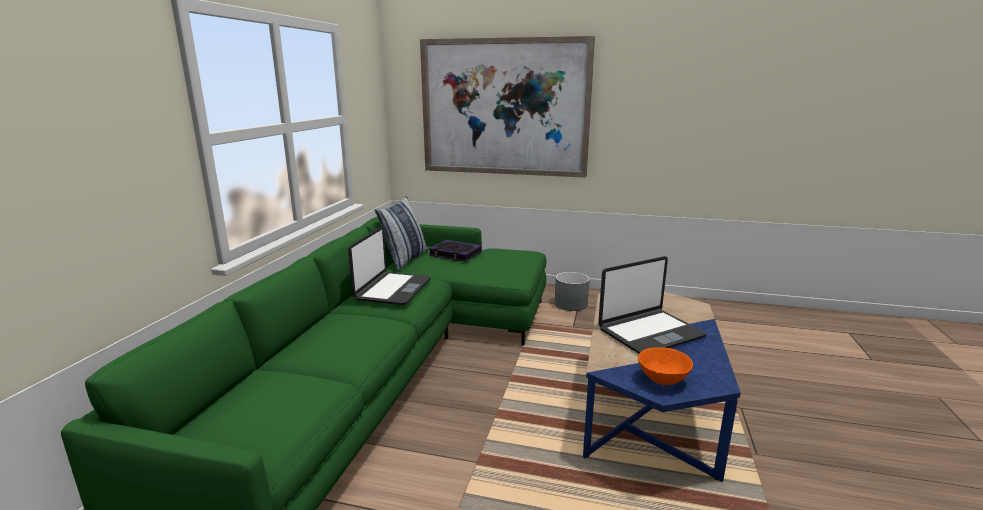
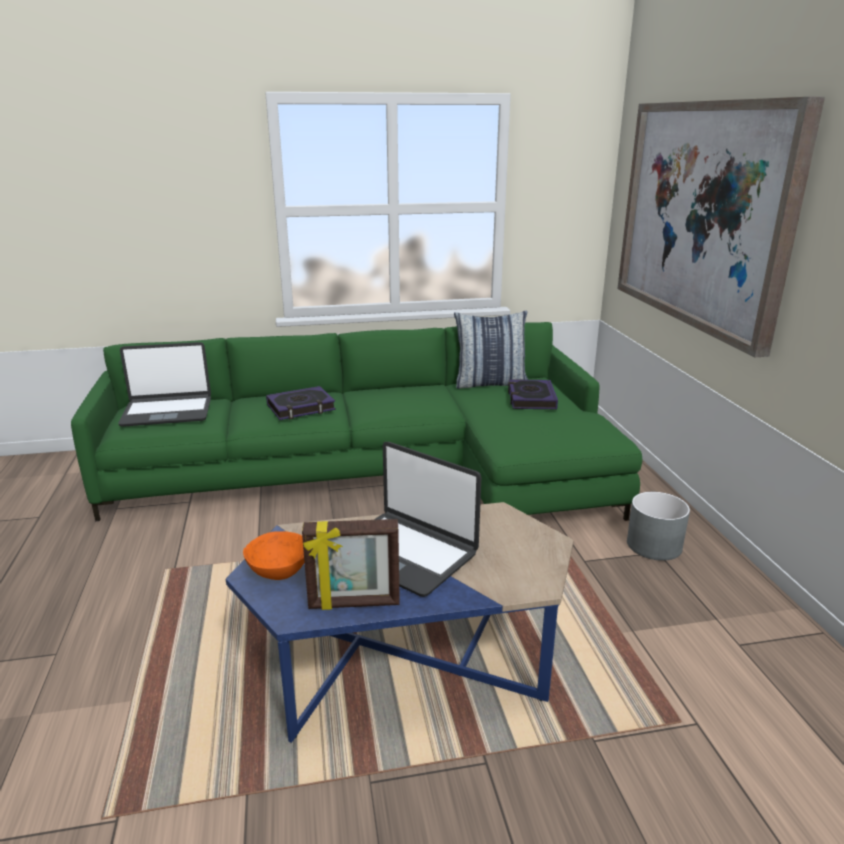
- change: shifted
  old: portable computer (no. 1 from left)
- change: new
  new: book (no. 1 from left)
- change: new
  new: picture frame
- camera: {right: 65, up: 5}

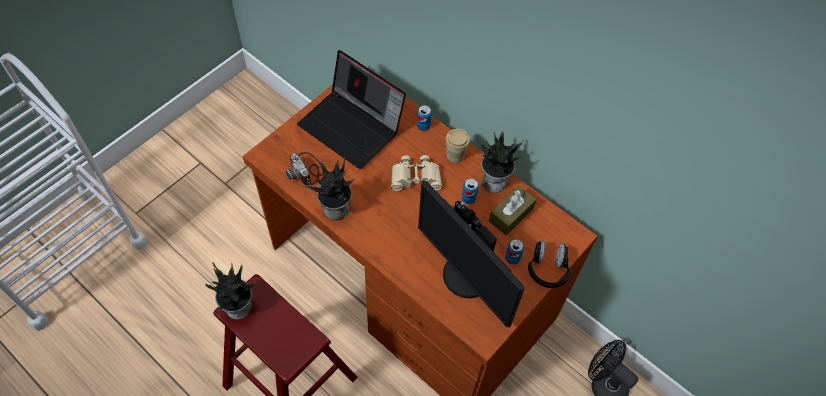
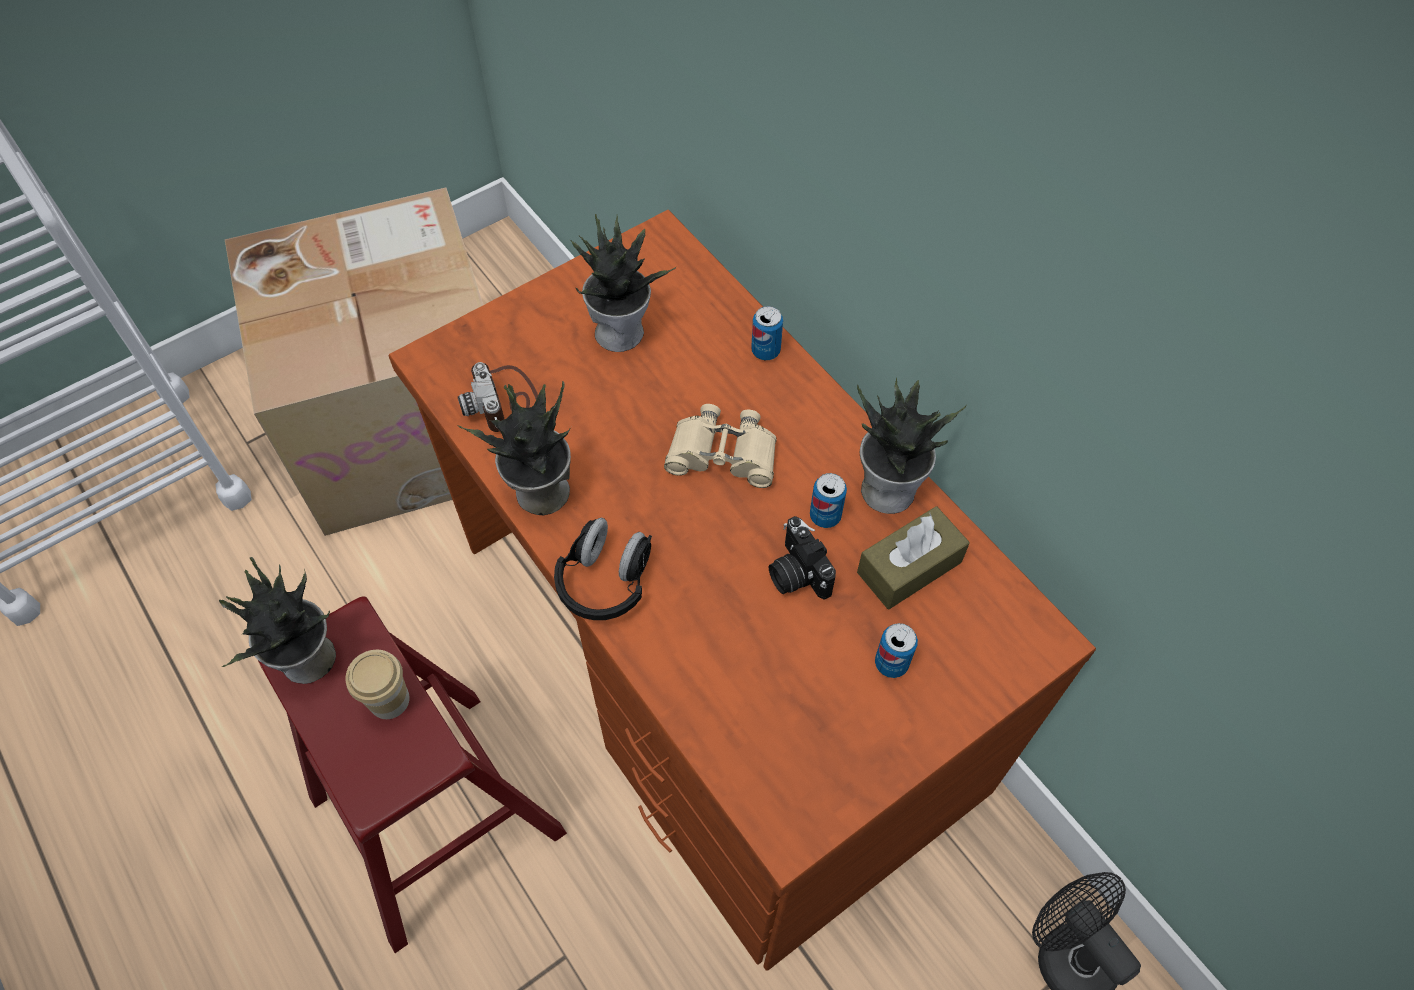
- change: swapped
  old: portable computer
  new: potted plant (no. 3 from left)
- change: gone
  old: computer screen
- change: shifted
  old: cup
- change: shifted
  old: headset (black)
- change: new
  new: carton
- camera: {right: 15, up: 0}

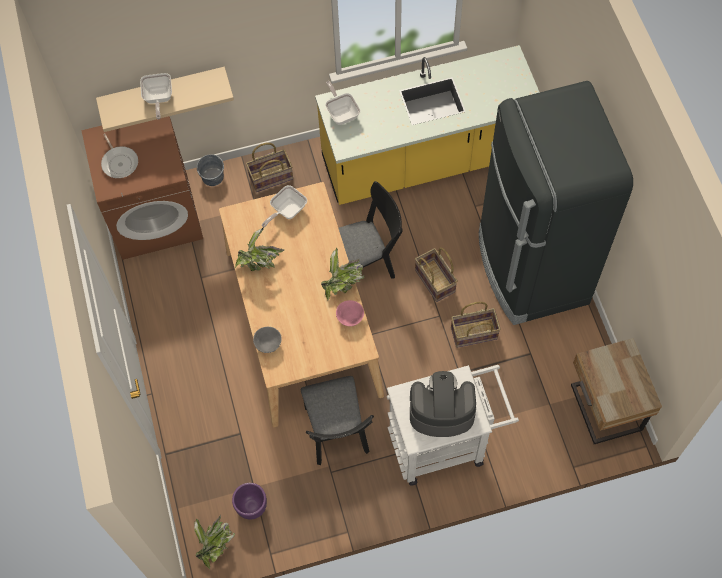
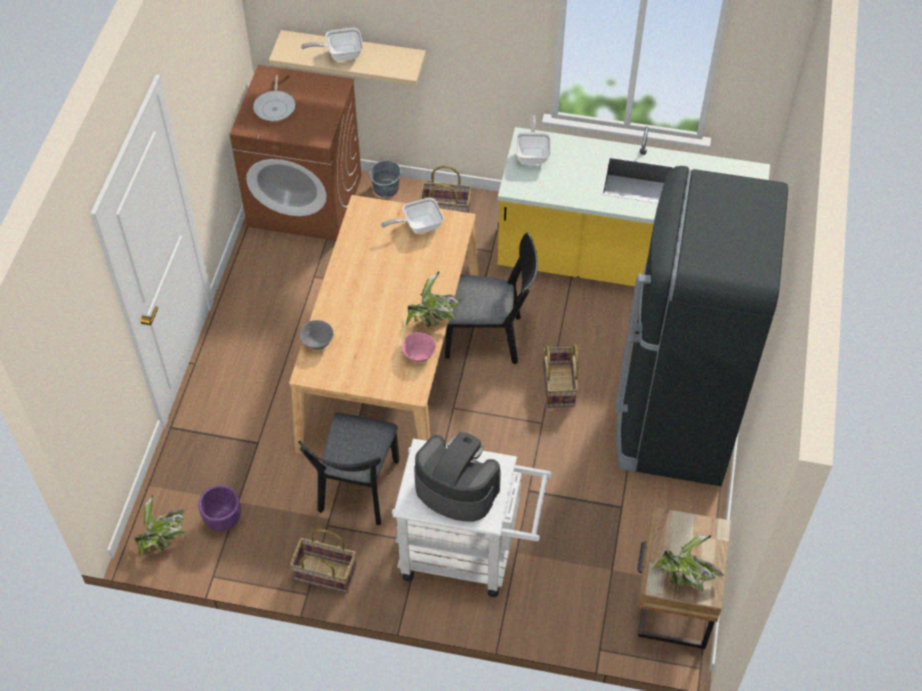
- change: rotated
  old: frying pan (no. 2 from left)
  degrees: 60
- change: shifted
  old: potted plant (no. 2 from left in the first image)
  new: potted plant (no. 3 from left)
- change: shifted
  old: storage basket (no. 3 from left in the first image)
  new: storage basket (no. 1 from left)
- camera: {right: 25, up: -10}

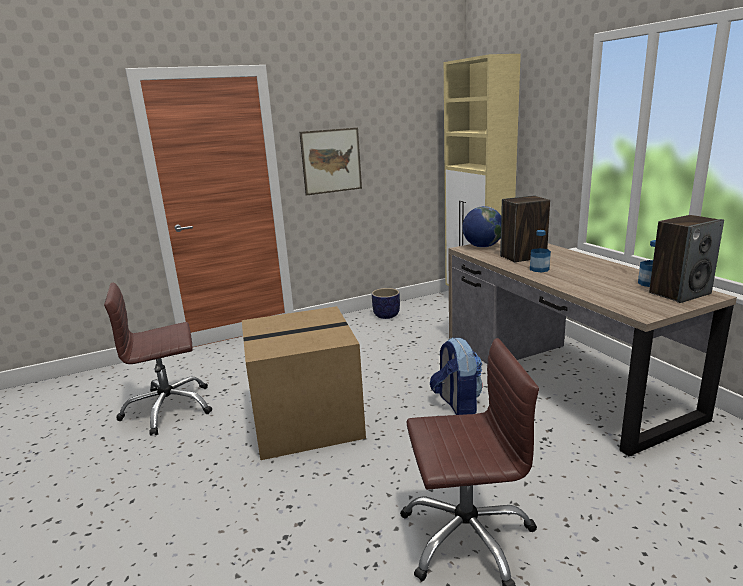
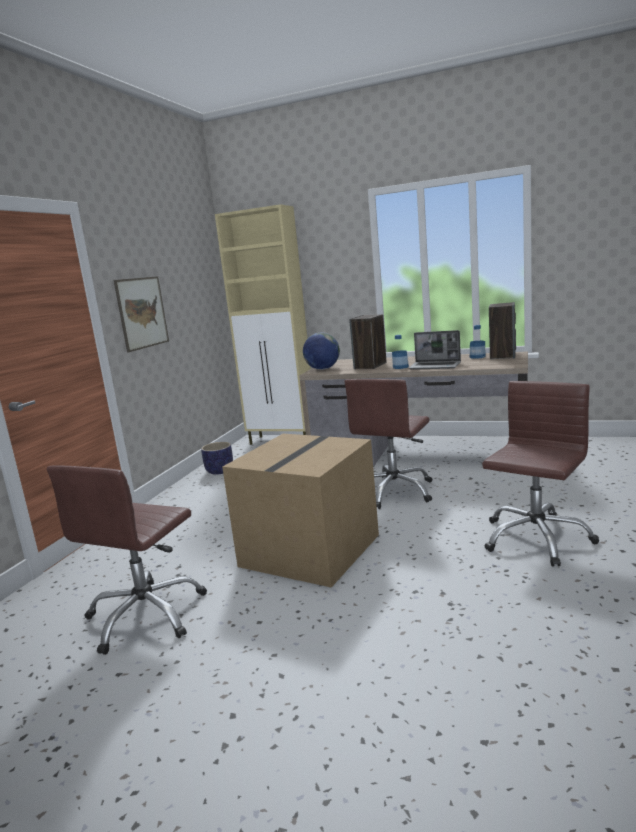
- change: swapped
  old: rucksack
  new: computer chair (brownish) (no. 2 from left)
- change: new
  new: portable computer
- camera: {right: -45, up: -5}

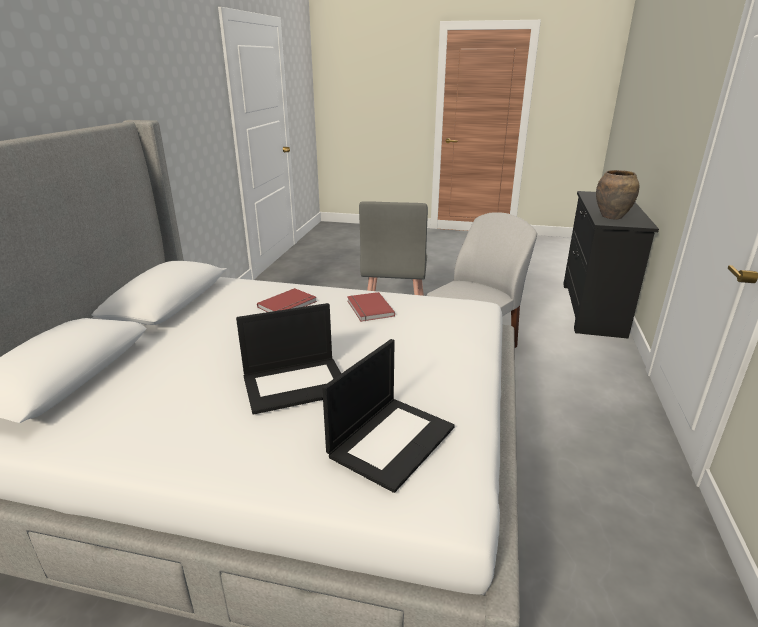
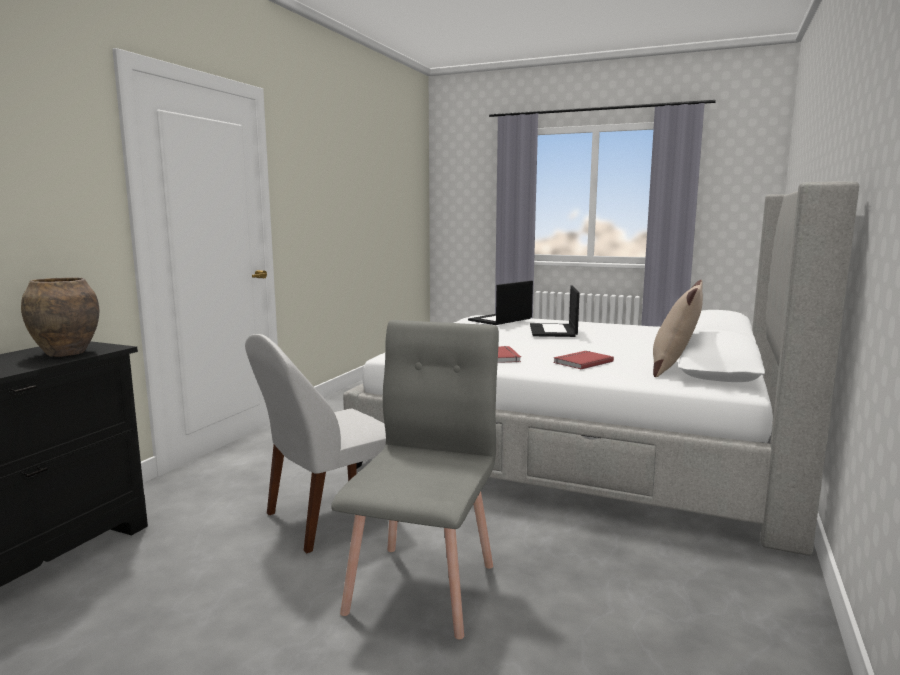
- change: rotated
  old: portable computer (no. 1 from left in the first image)
  degrees: -75
- change: new
  new: cushion (beige)
- camera: {right: -170, up: -15}

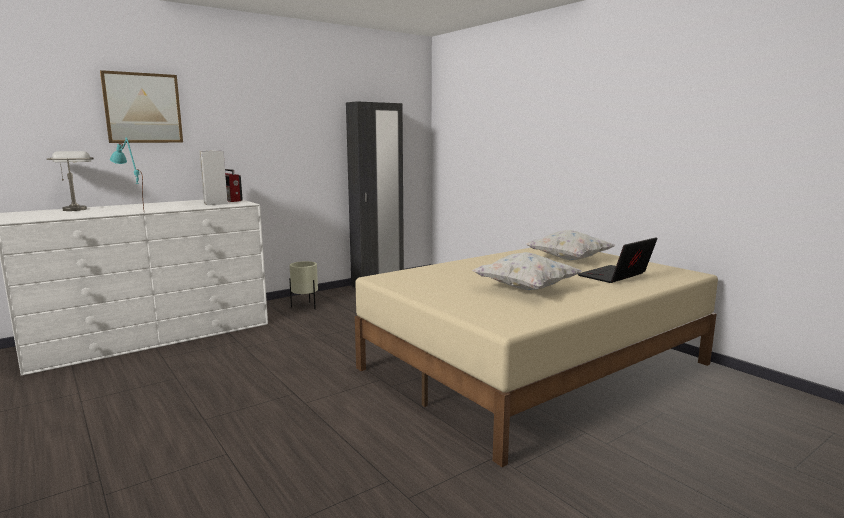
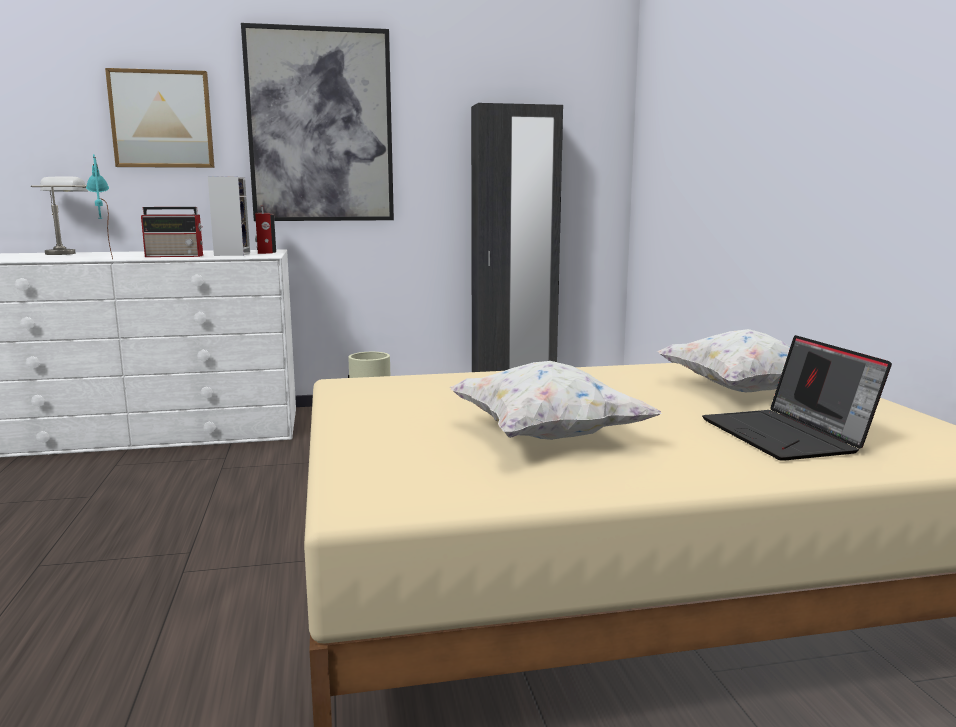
- change: rotated
  old: portable computer
  degrees: -90
- change: new
  new: radio set (no. 1 from left)
- change: new
  new: picture (no. 2 from left)
- camera: {right: 25, up: 0}

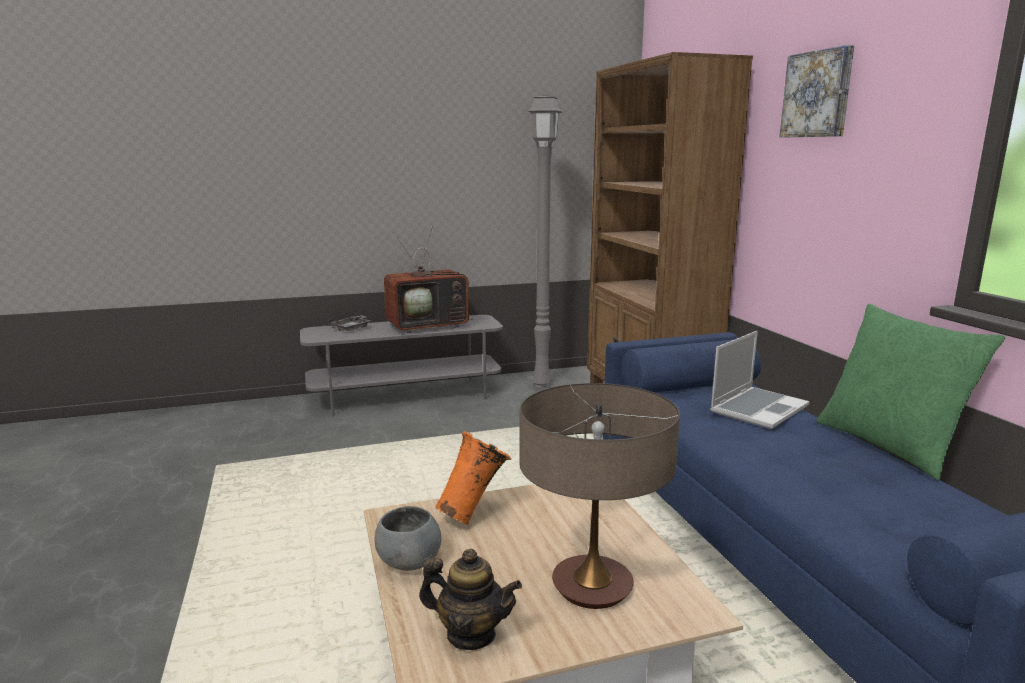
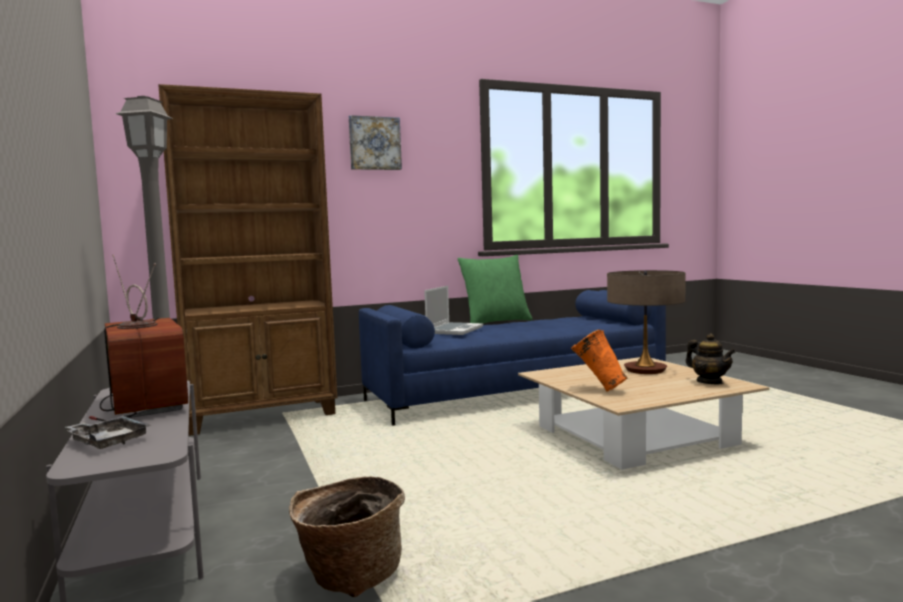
- change: gone
  old: bowl (gray)
- change: rotated
  old: teapot
  degrees: 135
- change: rotated
  old: portable computer
  degrees: 75
- change: new
  new: storage basket
- camera: {right: -95, up: -10}

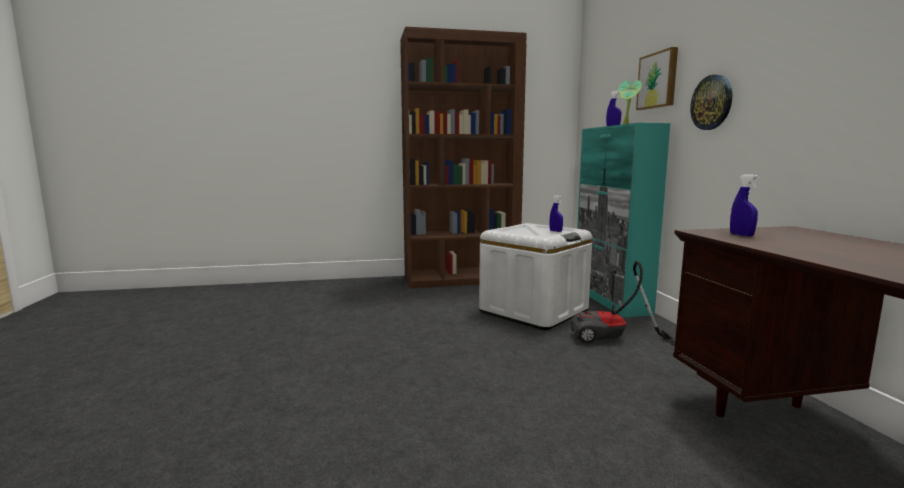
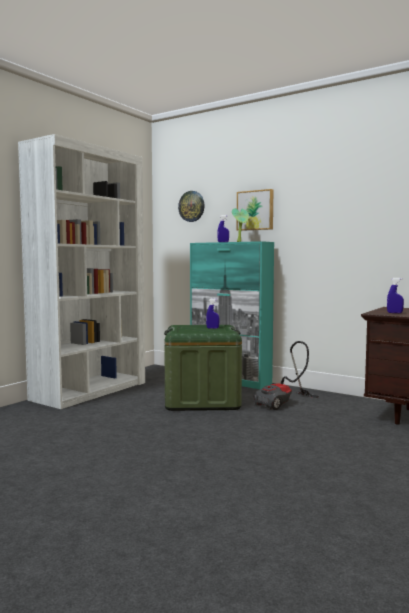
- change: repainted
  old: shelving unit (brownish)
  new: shelving unit (whitish)
- change: repainted
  old: storage box (whitish)
  new: storage box (greenish)
- change: shifted
  old: wall clock
- camera: {right: -45, up: -5}

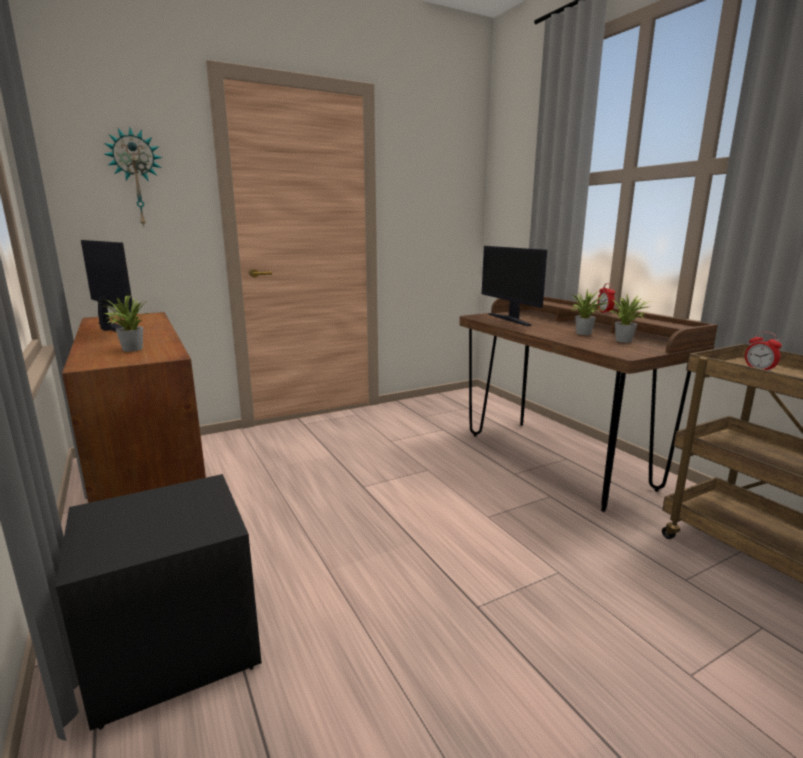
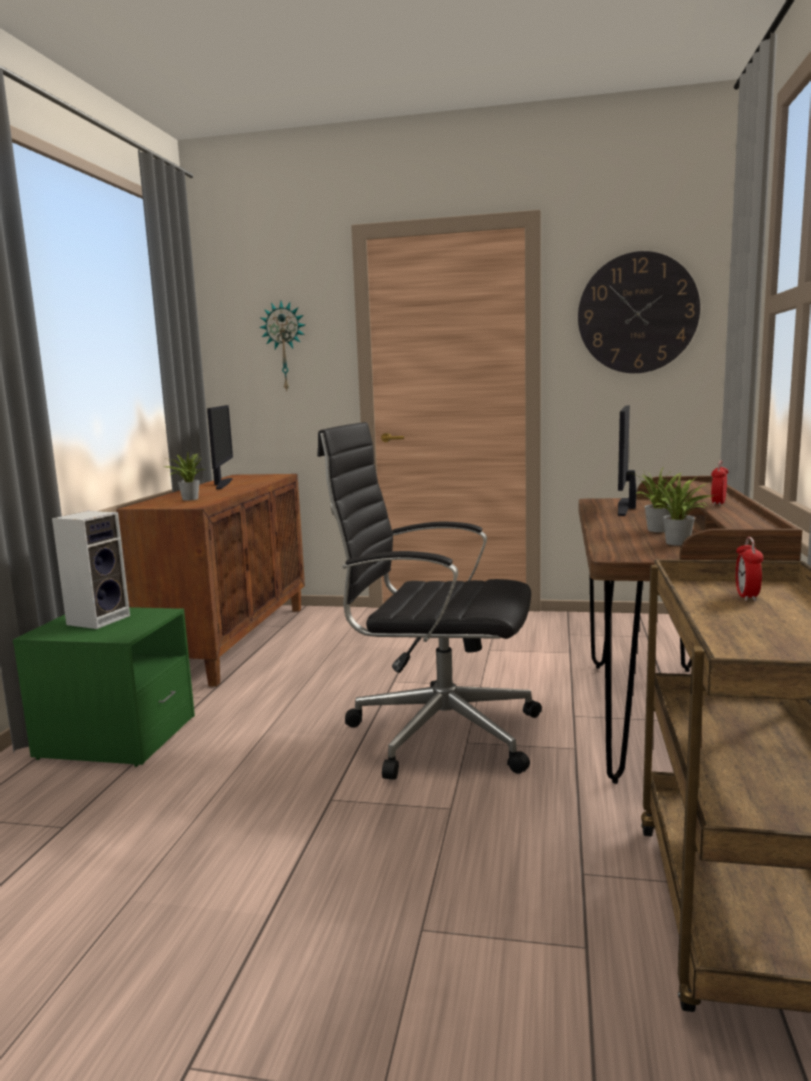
- change: repainted
  old: bedside table (black)
  new: bedside table (greenish)
- change: new
  new: audio speaker
- change: new
  new: computer chair (black)
- change: new
  new: wall clock (no. 2 from left)
- camera: {right: 40, up: -5}

